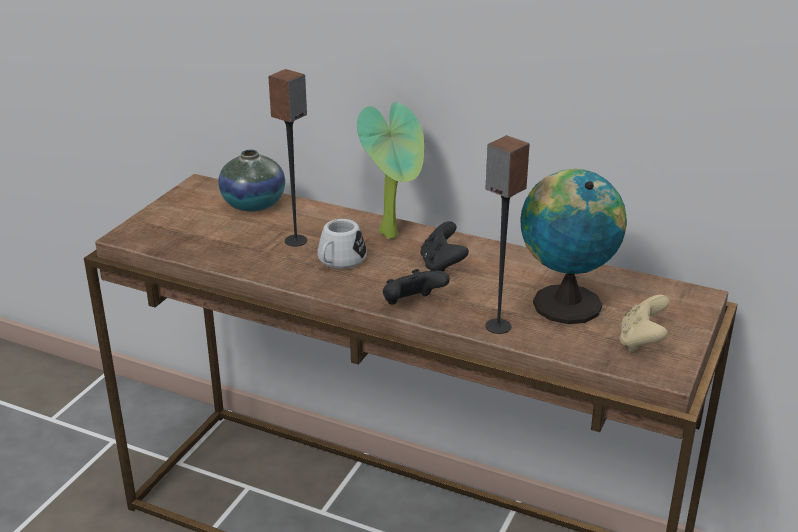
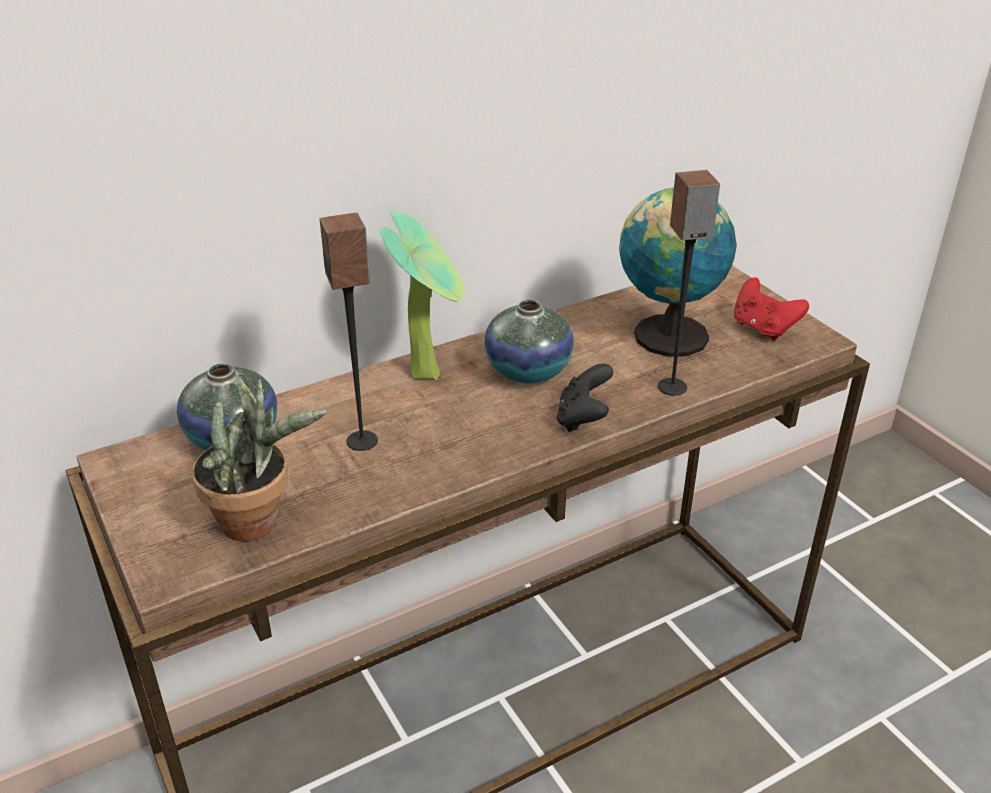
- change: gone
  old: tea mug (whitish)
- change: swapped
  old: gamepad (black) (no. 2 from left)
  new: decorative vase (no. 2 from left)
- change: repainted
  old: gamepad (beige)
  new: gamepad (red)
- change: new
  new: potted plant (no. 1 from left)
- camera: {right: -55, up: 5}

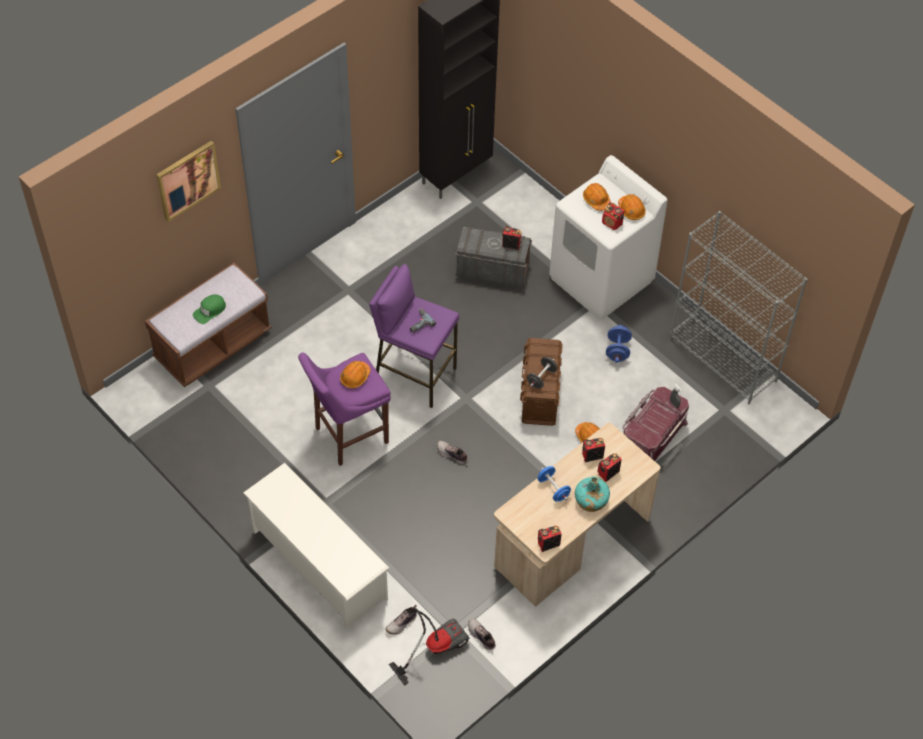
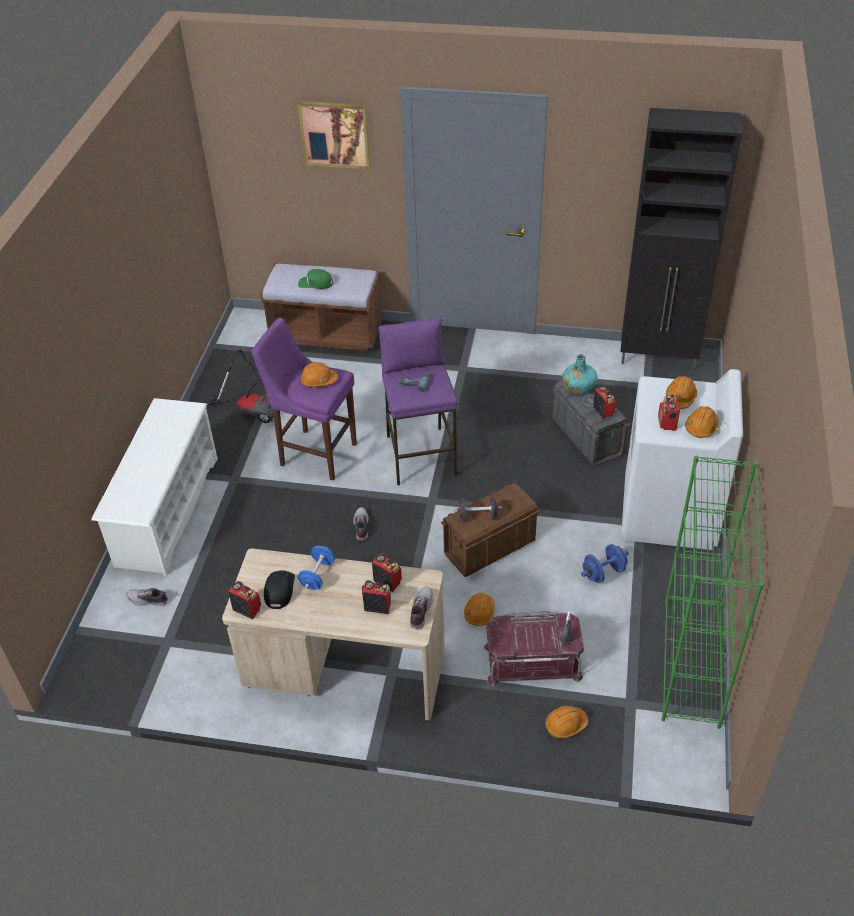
- change: shifted
  old: vacuum cleaner
- change: shifted
  old: shoe (no. 3 from left)
- change: shifted
  old: beverage bottle (turquoise-coloured)
- change: repainted
  old: shelving unit (gray)
  new: shelving unit (greenish)
- change: new
  new: cap (black)
- change: new
  new: safety helmet (orange) (no. 3 from left)
- camera: {right: 55, up: -10}

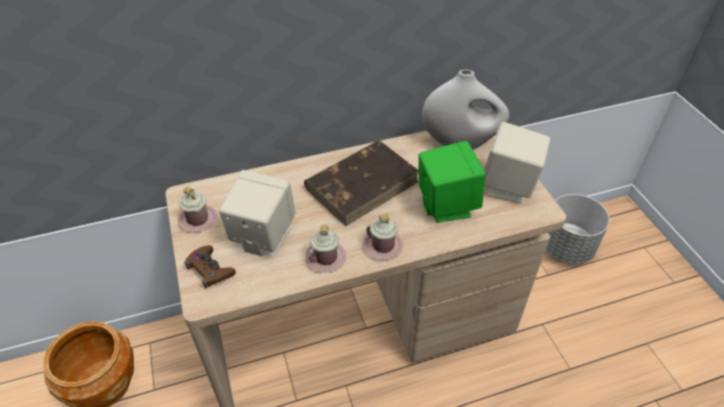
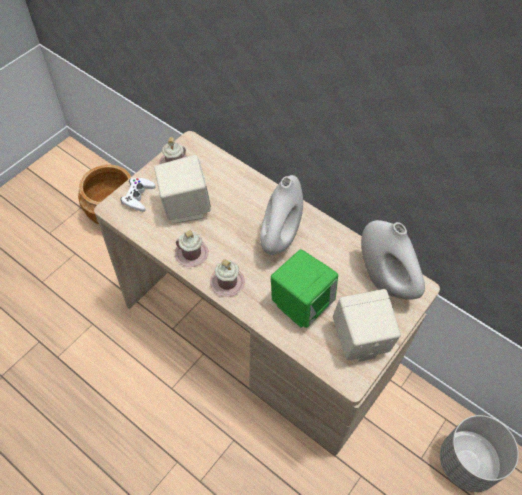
- change: repainted
  old: gamepad (brownish)
  new: gamepad (whitish)
- change: swapped
  old: book (brownish)
  new: decorative vase (whitish) (no. 1 from left)
- camera: {right: 55, up: 10}

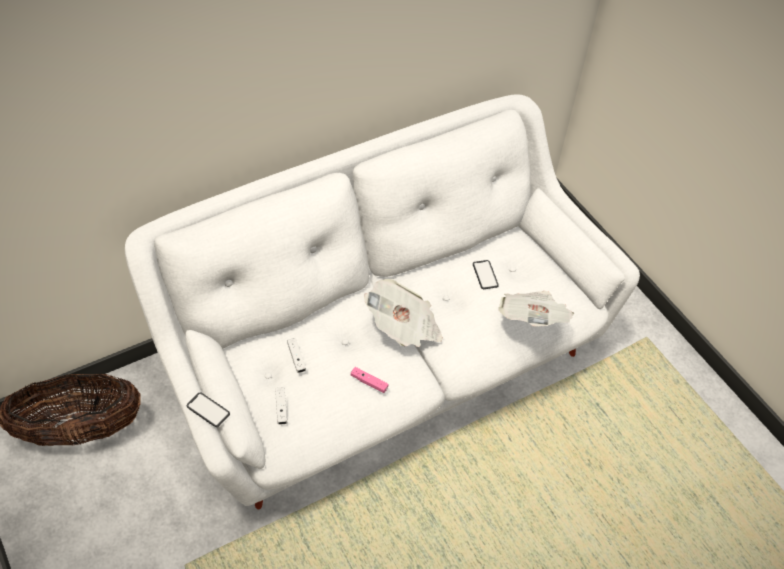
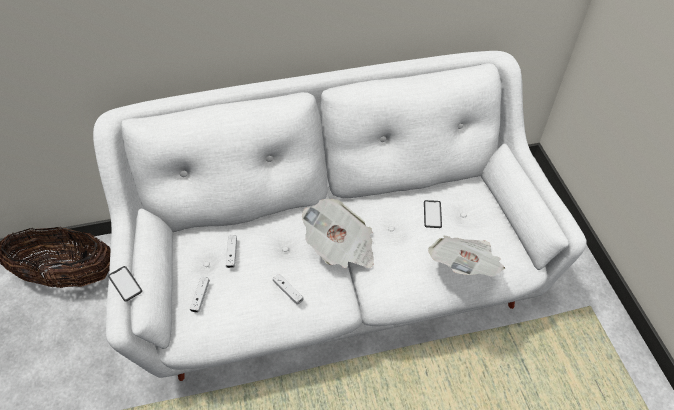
- change: repainted
  old: gamepad (pinkish)
  new: gamepad (whitish) (no. 3 from left)
- camera: {right: 20, up: 0}

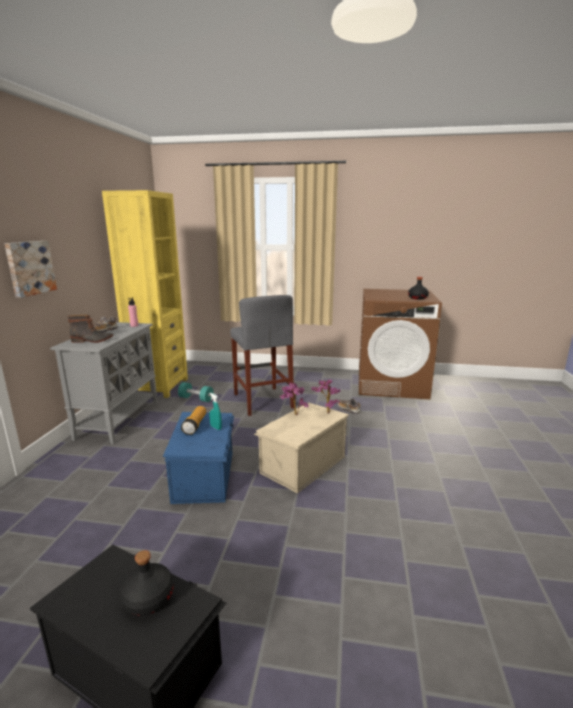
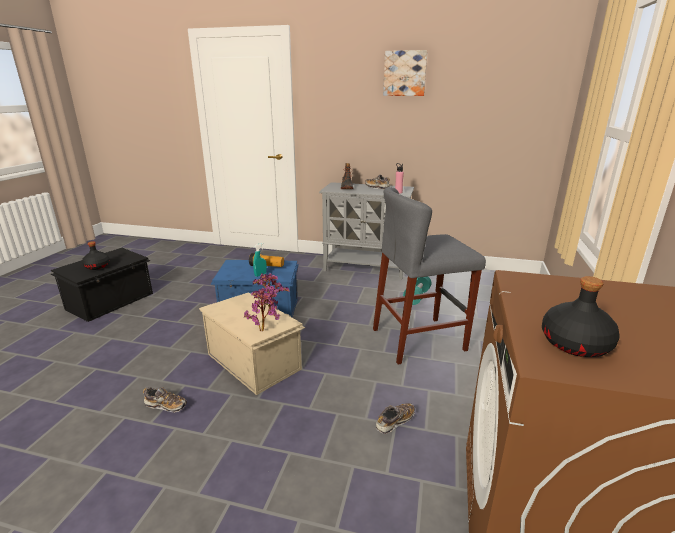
- change: shifted
  old: picture
- change: gone
  old: shelving unit (yellow-coloured)
- change: new
  new: shoe (no. 1 from left)
- camera: {right: 95, up: 5}

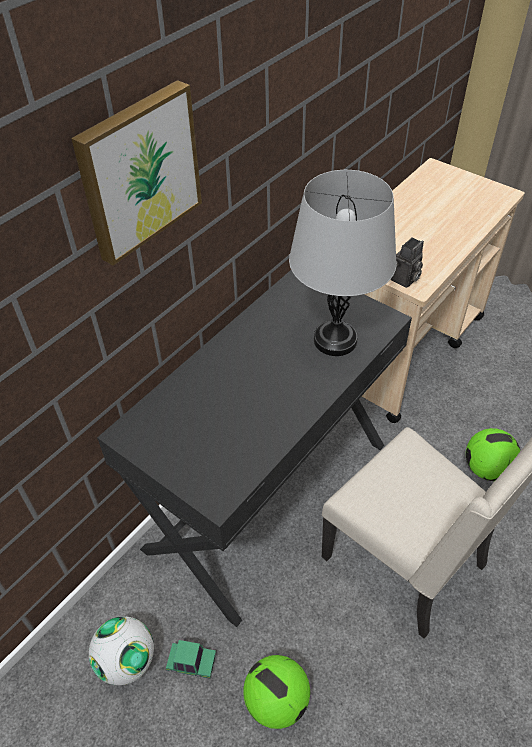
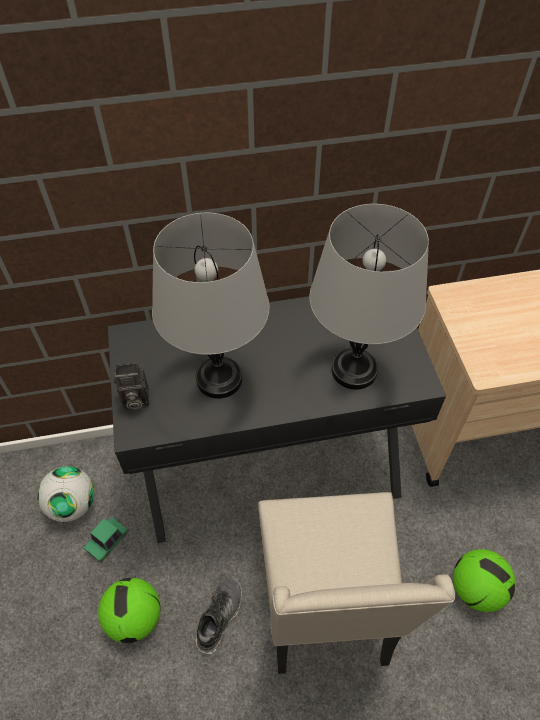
- change: gone
  old: picture
- change: rotated
  old: model car
  degrees: 75
- change: shifted
  old: photo camera
- change: new
  new: table lamp (gray) (no. 1 from left)
- change: new
  new: shoe
- camera: {right: 40, up: 5}

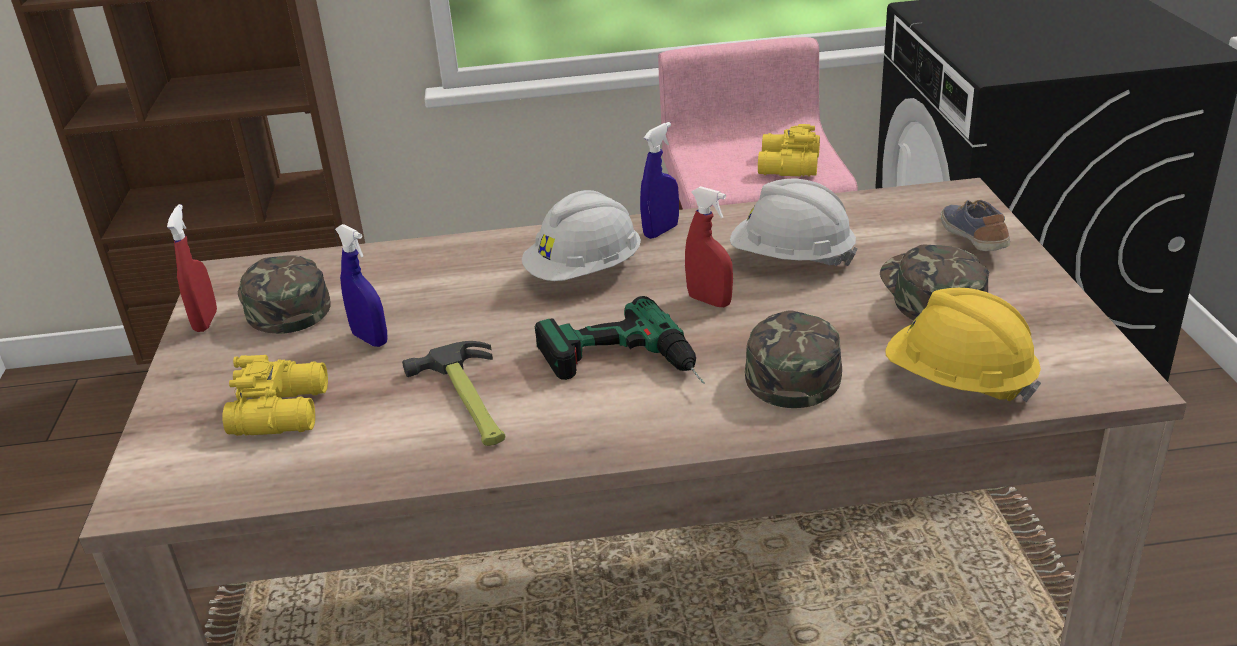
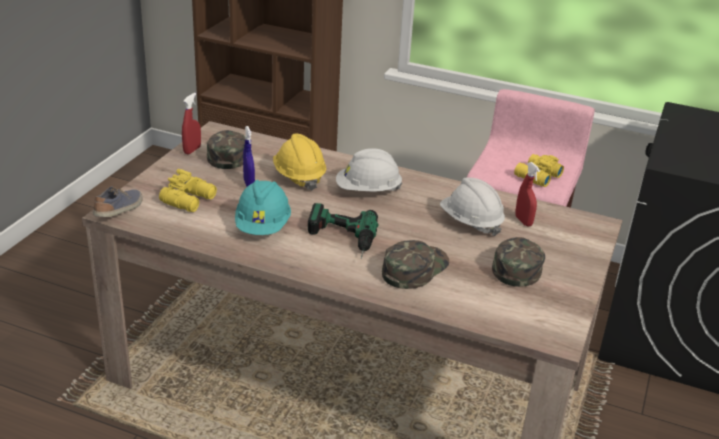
- change: swapped
  old: tool hammer
  new: safety helmet (turquoise-coloured)
- change: gone
  old: hand sprayer (bluish) (no. 2 from left)
- change: shifted
  old: hand sprayer (red) (no. 2 from left)
- change: shifted
  old: safety helmet (yellow-coloured)
- change: shifted
  old: shoe
- camera: {right: 25, up: 0}

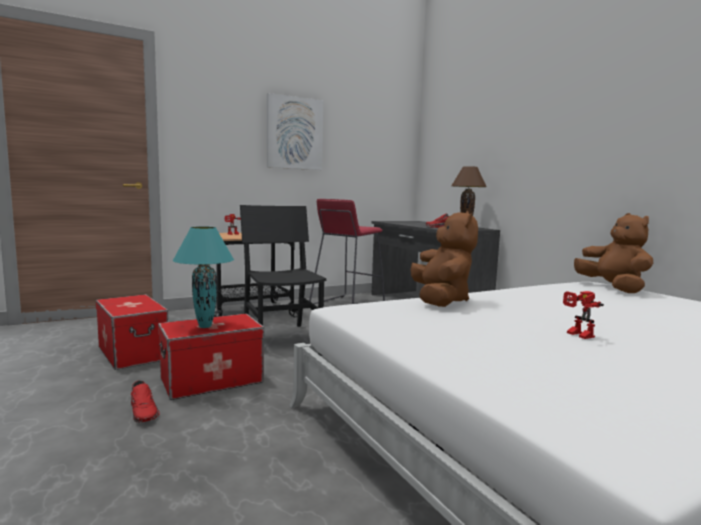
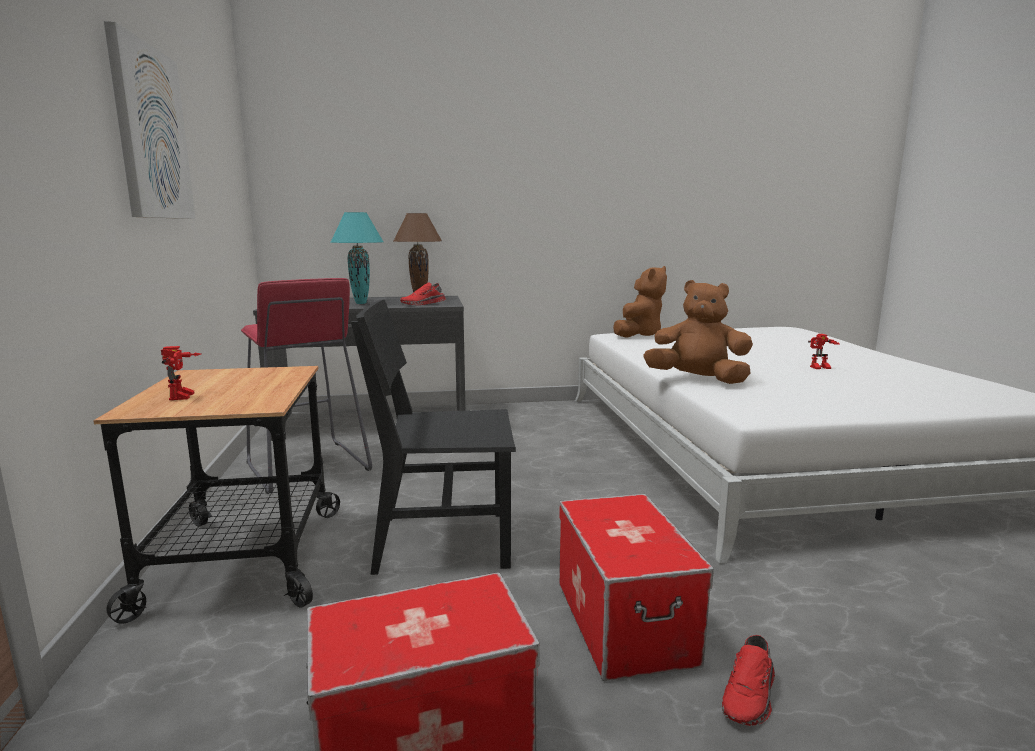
- change: rotated
  old: shoe (red) (no. 1 from left in the first image)
  degrees: 135
- change: shifted
  old: table lamp (turquoise-coloured)
- change: rotated
  old: plush toy (brownish) (no. 2 from left in the first image)
  degrees: 120
- camera: {right: -70, up: 5}

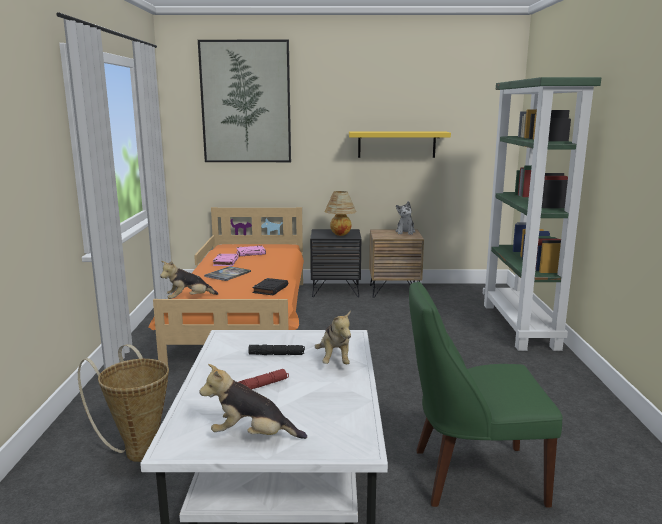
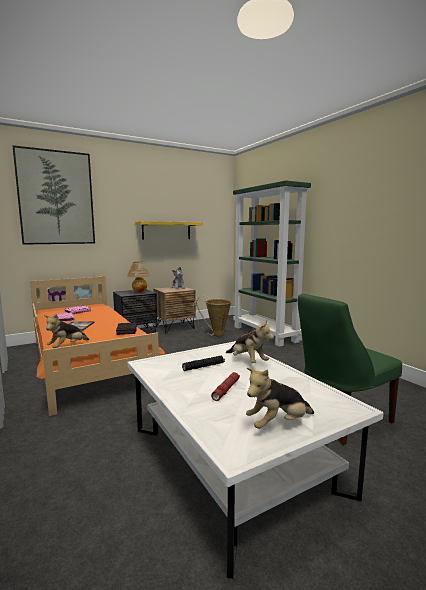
- change: shifted
  old: storage basket
- camera: {right: -30, up: -5}

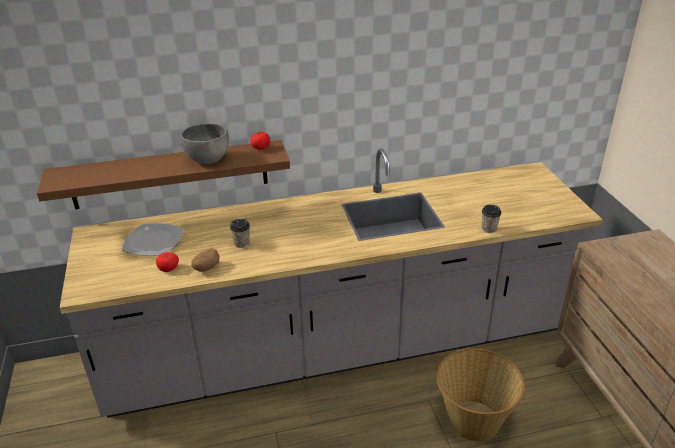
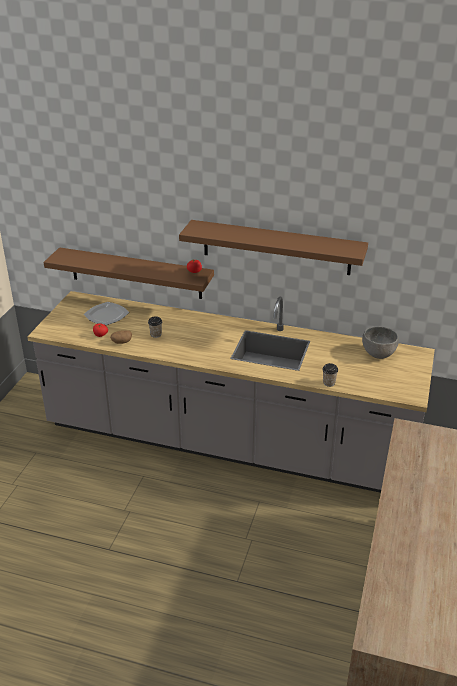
- change: shifted
  old: bowl (gray)
- change: gone
  old: storage basket
- change: new
  new: wall shelf (brownish) (no. 2 from left)
- camera: {right: 30, up: 0}

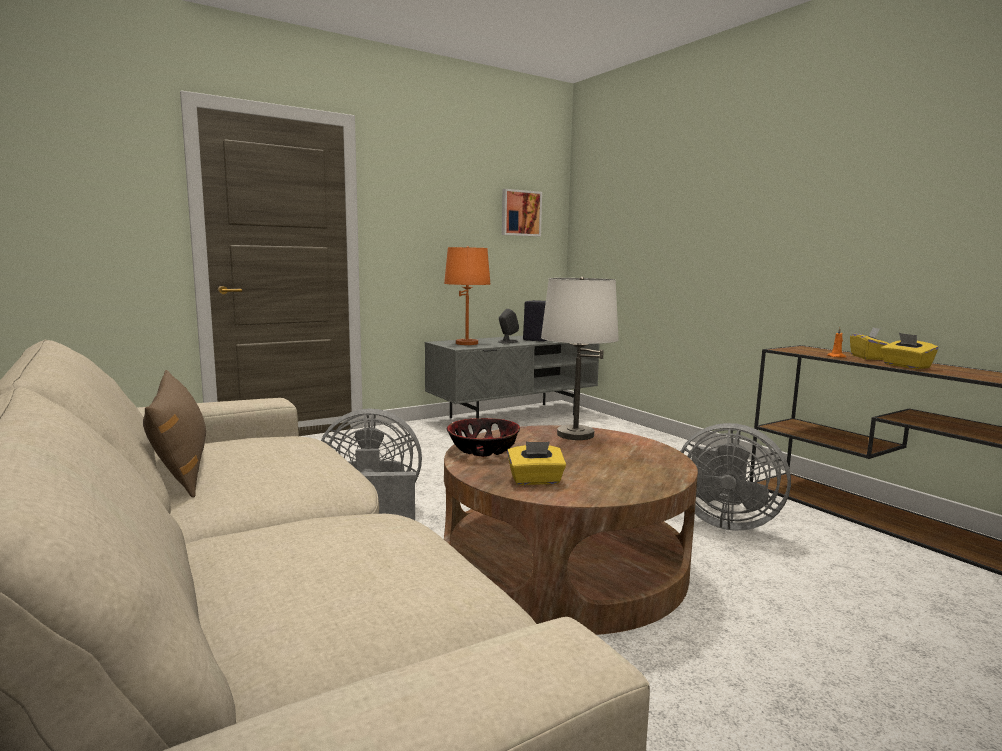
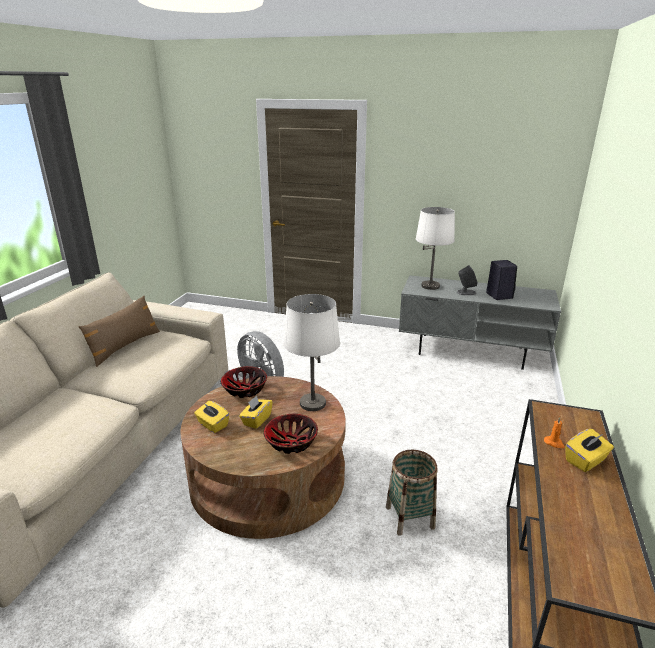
- change: repainted
  old: table lamp (orange)
  new: table lamp (whitish) (no. 2 from left)
- change: gone
  old: picture
- change: swapped
  old: fan (gray) (no. 2 from left)
  new: storage basket
- change: shifted
  old: box of tissues (yellow-coloured) (no. 3 from left in the first image)
  new: box of tissues (yellow-coloured) (no. 2 from left)
- change: new
  new: bowl (no. 2 from left)
- camera: {right: 50, up: 15}

